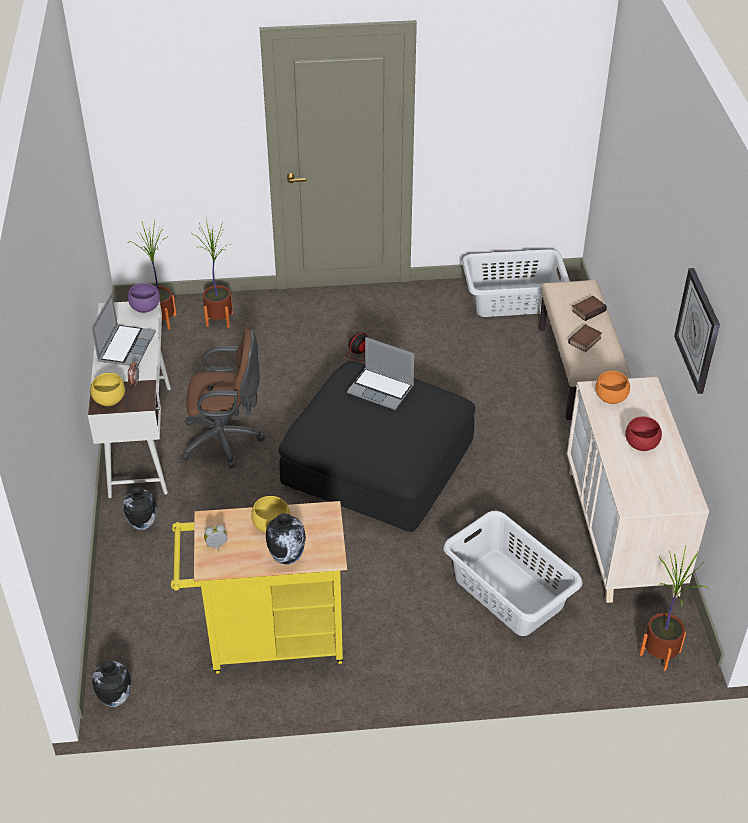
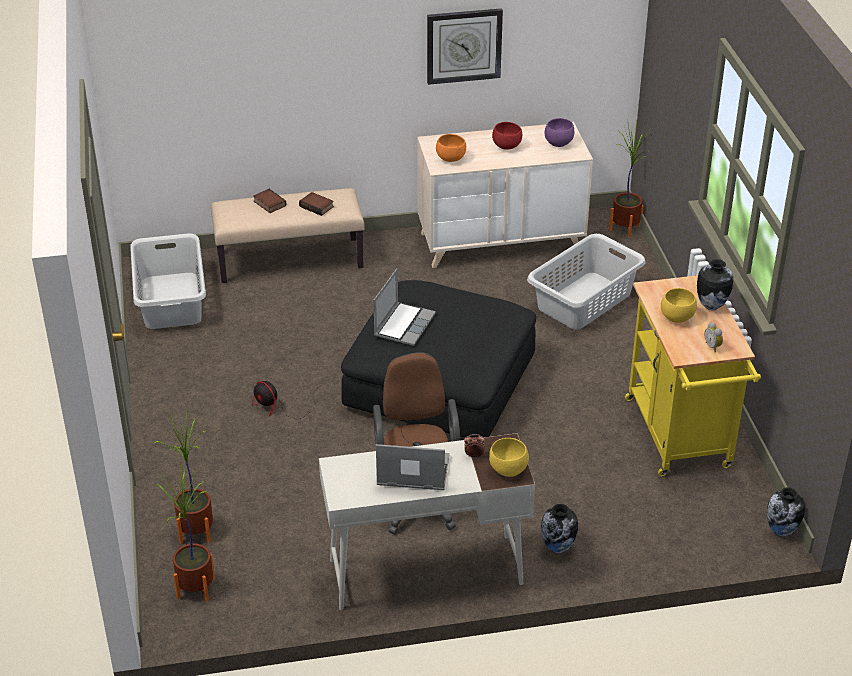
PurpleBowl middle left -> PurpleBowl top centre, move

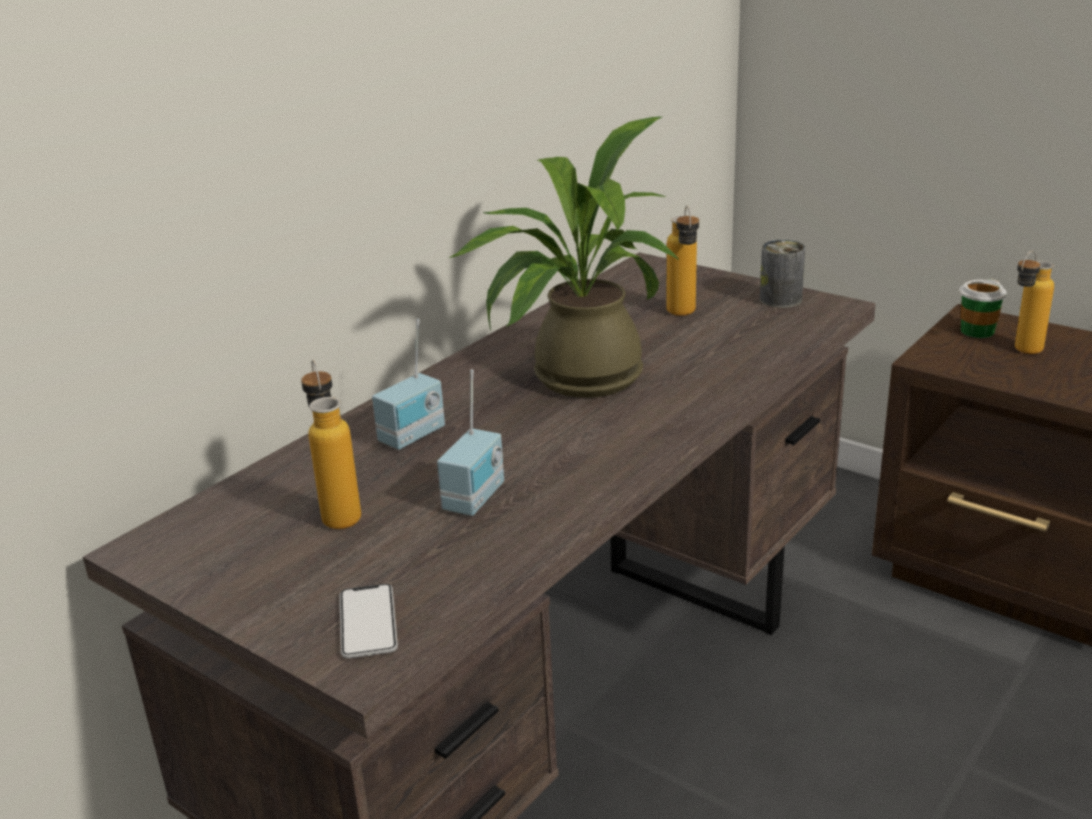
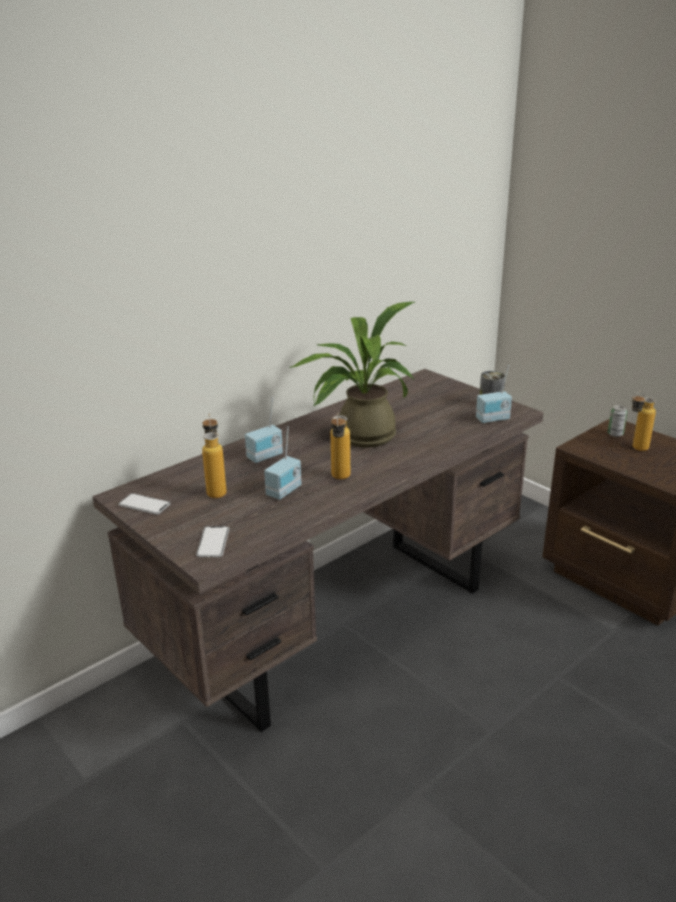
none -> Phone (1st from left) middle left
Bottle (2nd from left) top centre -> Bottle (2nd from left) centre, move
none -> Radio (3rd from left) middle right
Cup middle right -> Can (2nd from left) middle right

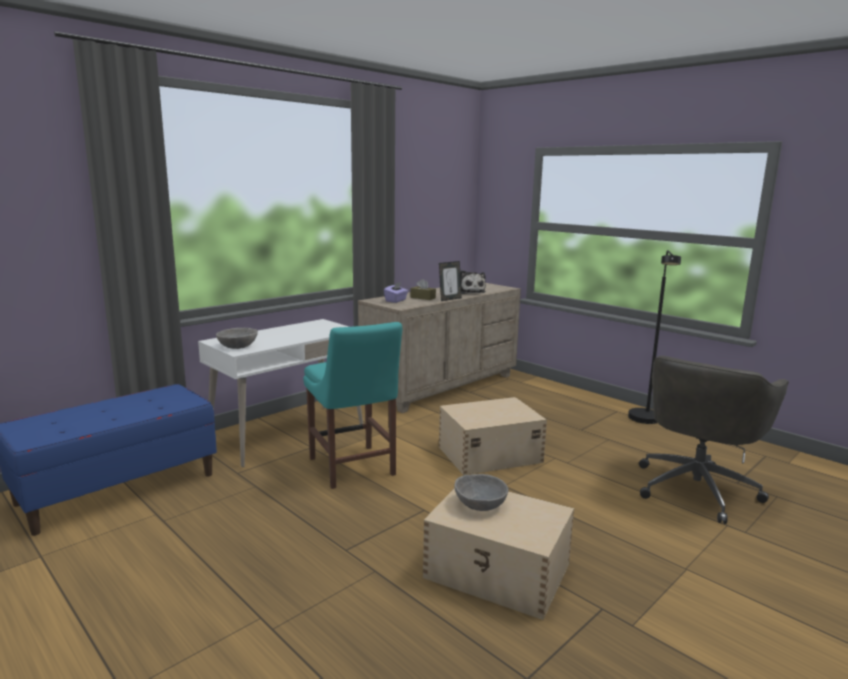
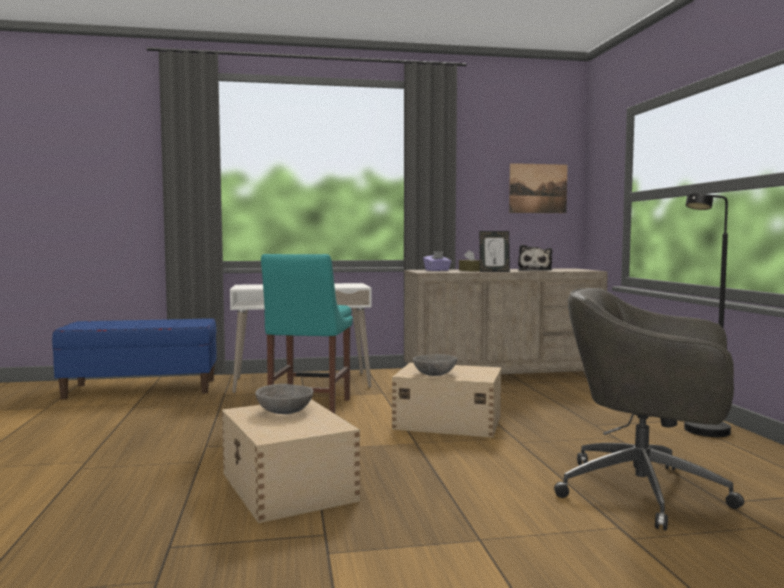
GreyBowl (1st from left in the first image) middle left -> GreyBowl (2nd from left) centre, move
none -> Picture top right
GreyOfficeChair middle right -> GreyOfficeChair bottom right, 45 degrees clockwise

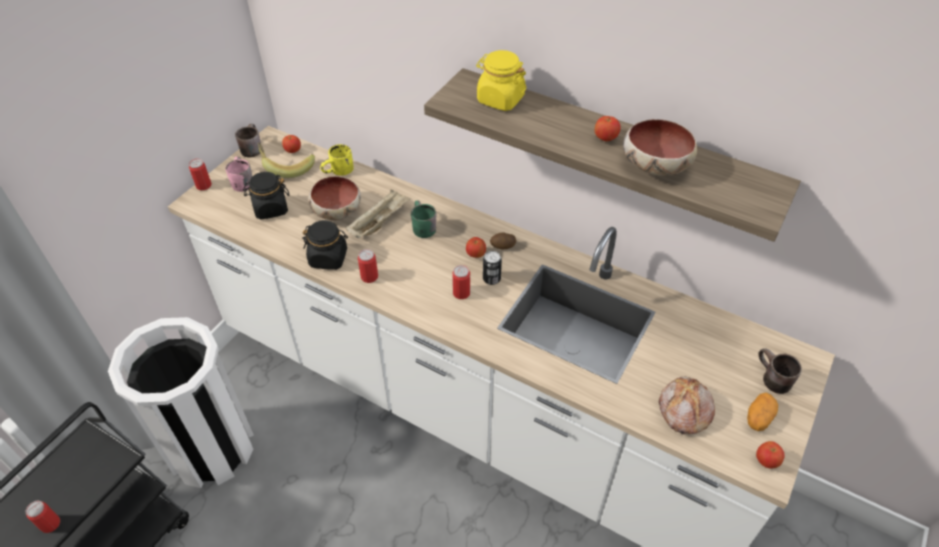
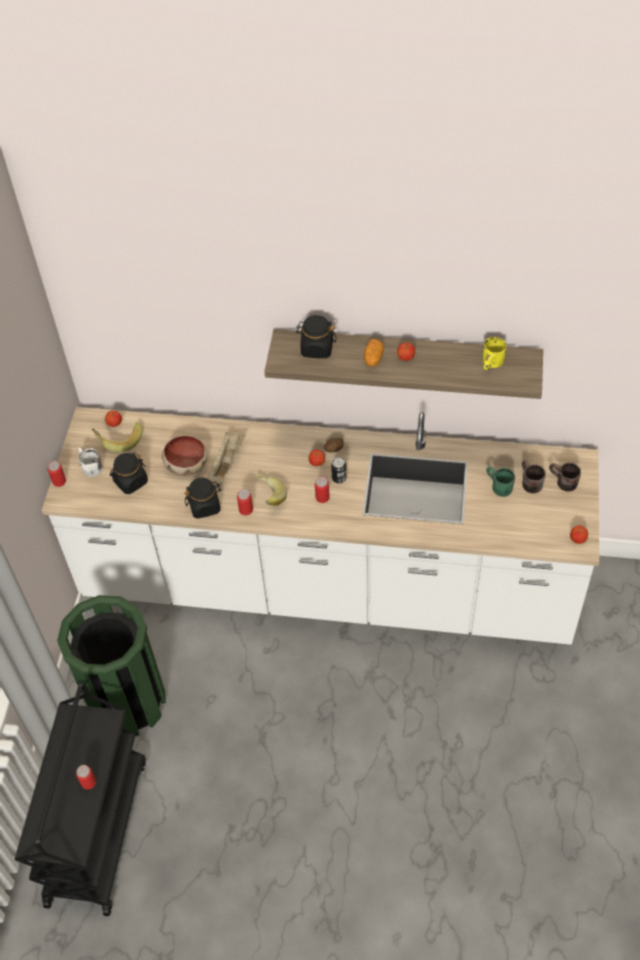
WhiteTrashCan bottom left -> GreenTrashCan bottom left
PinkMug top left -> WhiteMug middle left
none -> Banana (2nd from left) centre
YellowJar top centre -> BlackJar (3rd from left) centre
Potato (2nd from left) bottom right -> Potato (2nd from left) centre, move
YellowMug top centre -> YellowMug middle right, move
GreenMug centre -> GreenMug middle right, move
BrownMug (1st from left) top left -> BrownMug (1st from left) middle right, move
Bowl (2nd from left) top right -> none
Bread bottom right -> none

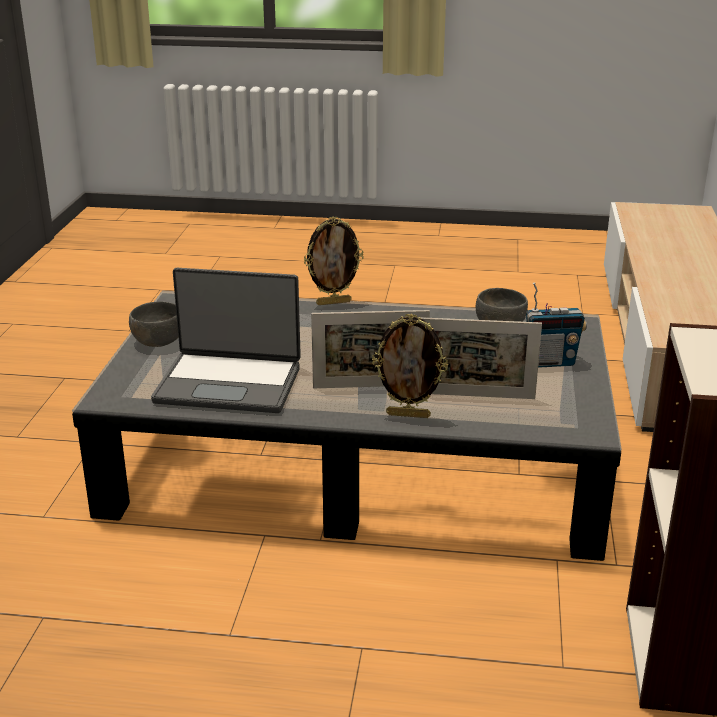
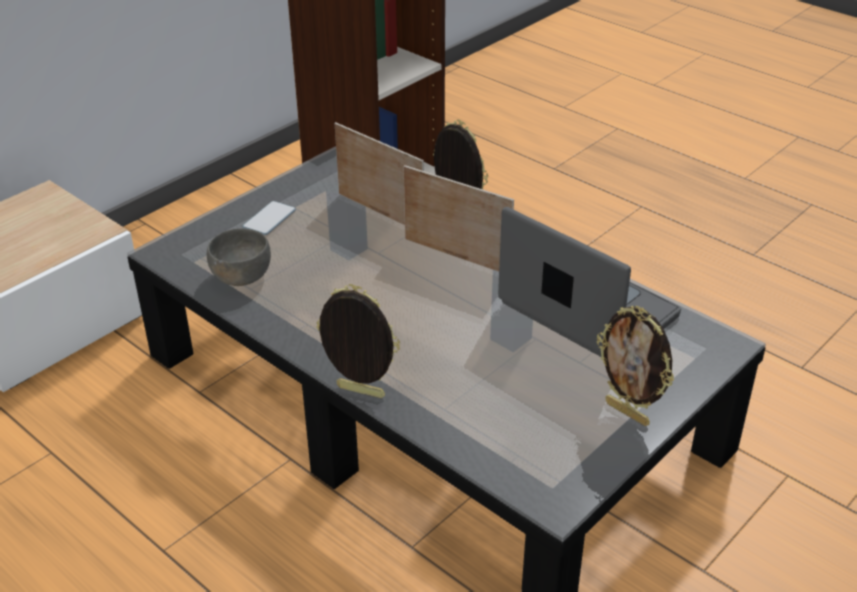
Radio middle right -> Phone middle left
GreyBowl (1st from left) middle left -> PictureFrame (5th from left) middle right

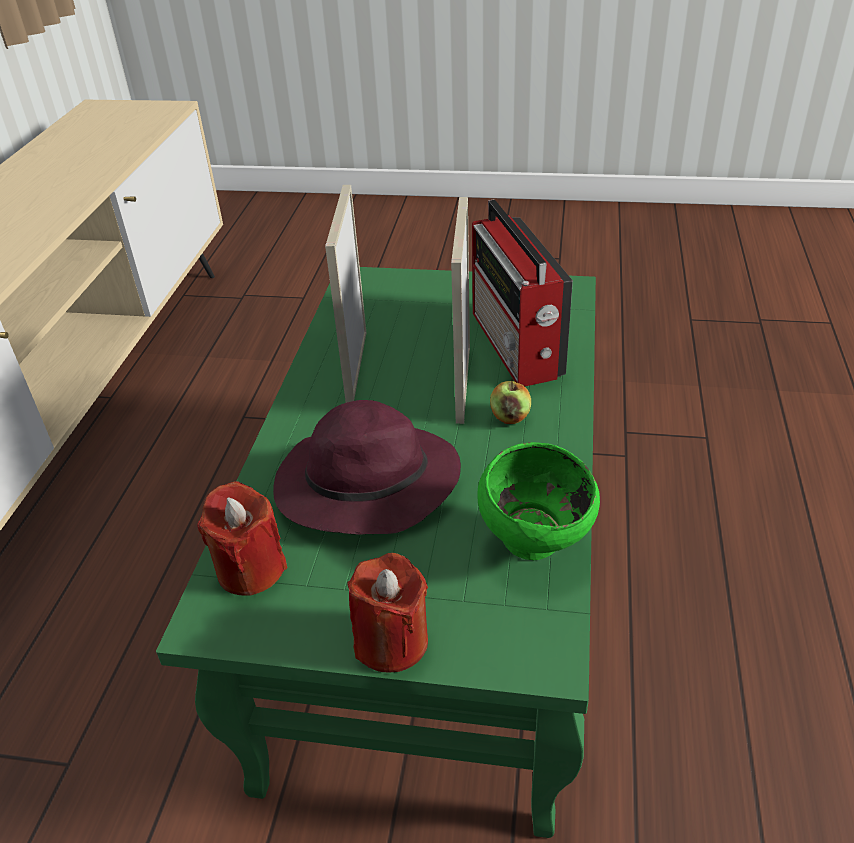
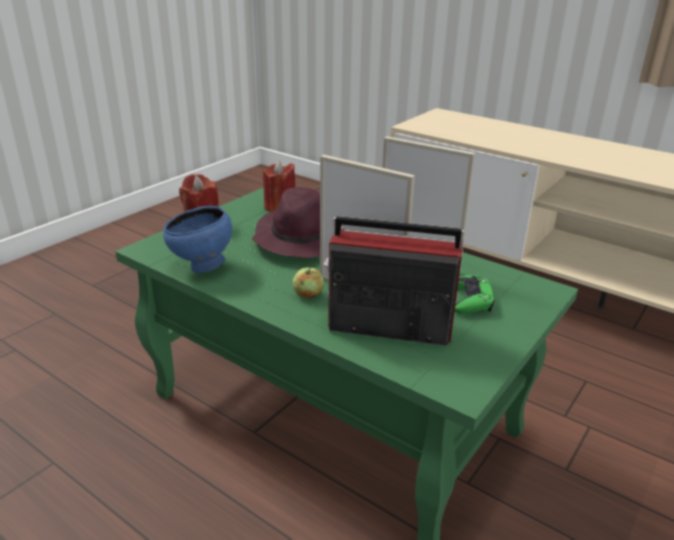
GreenBowl centre -> BlueBowl middle left
none -> GreenGameController middle right

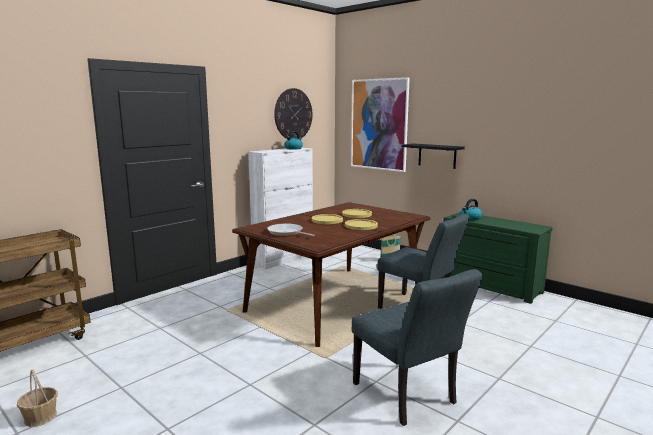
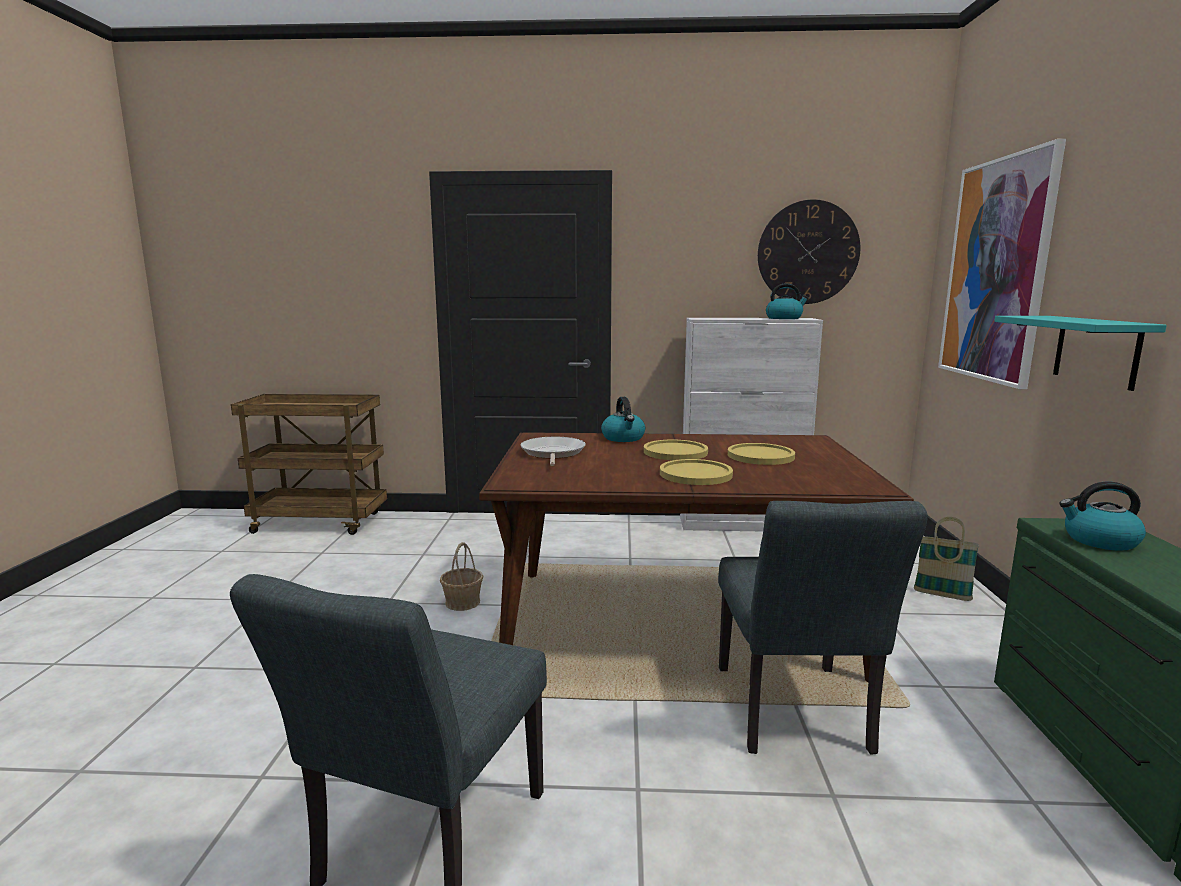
Basket (1st from left) bottom left -> Basket (1st from left) centre, move
none -> Kettle (1st from left) centre
BlackShelf centre -> TurquoiseShelf middle right

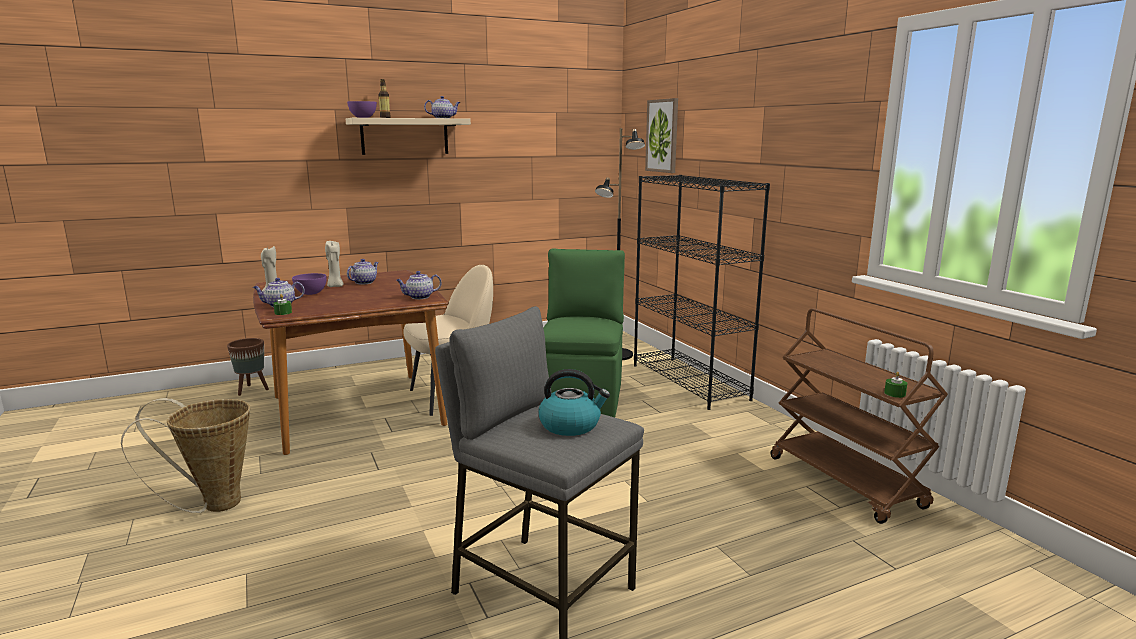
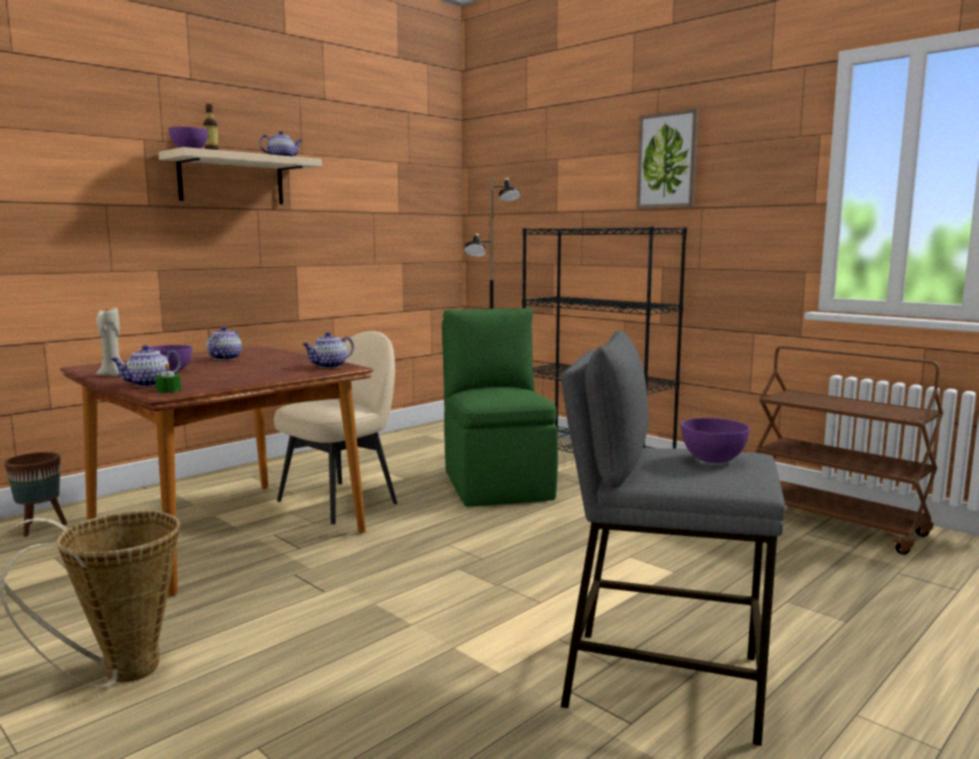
Picture top centre -> Picture top right, move
Kettle centre -> PurpleBowl (3rd from left) middle right
BeigeCandle (2nd from left) middle left -> none
GreenCandle (2nd from left) middle right -> none

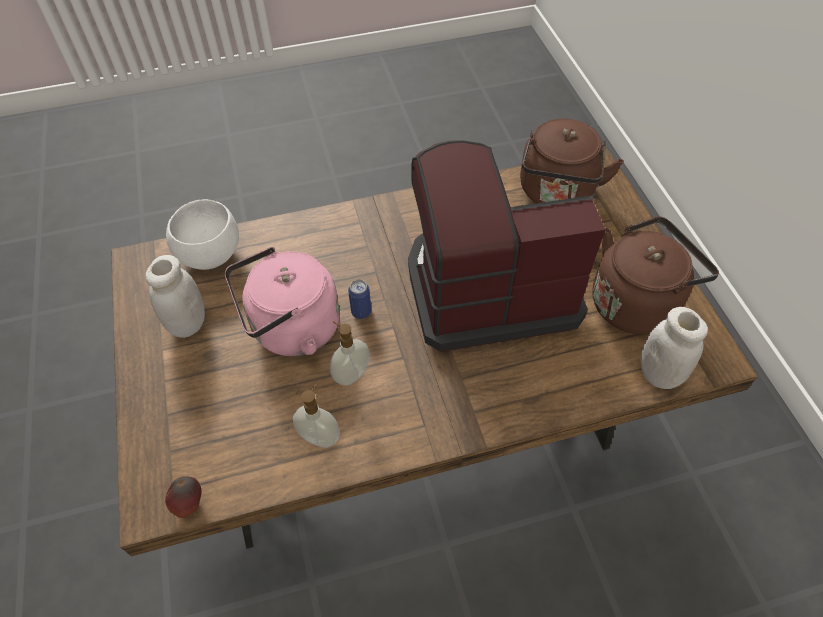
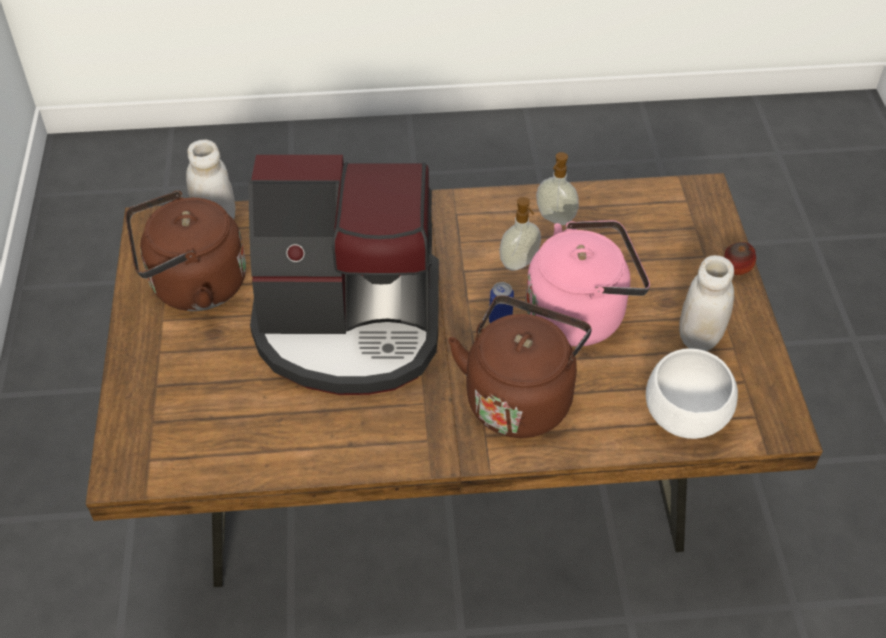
BrownKettle (1st from left in the first image) top right -> BrownKettle (2nd from left) centre, move
Apple bottom left -> Apple middle right, move

